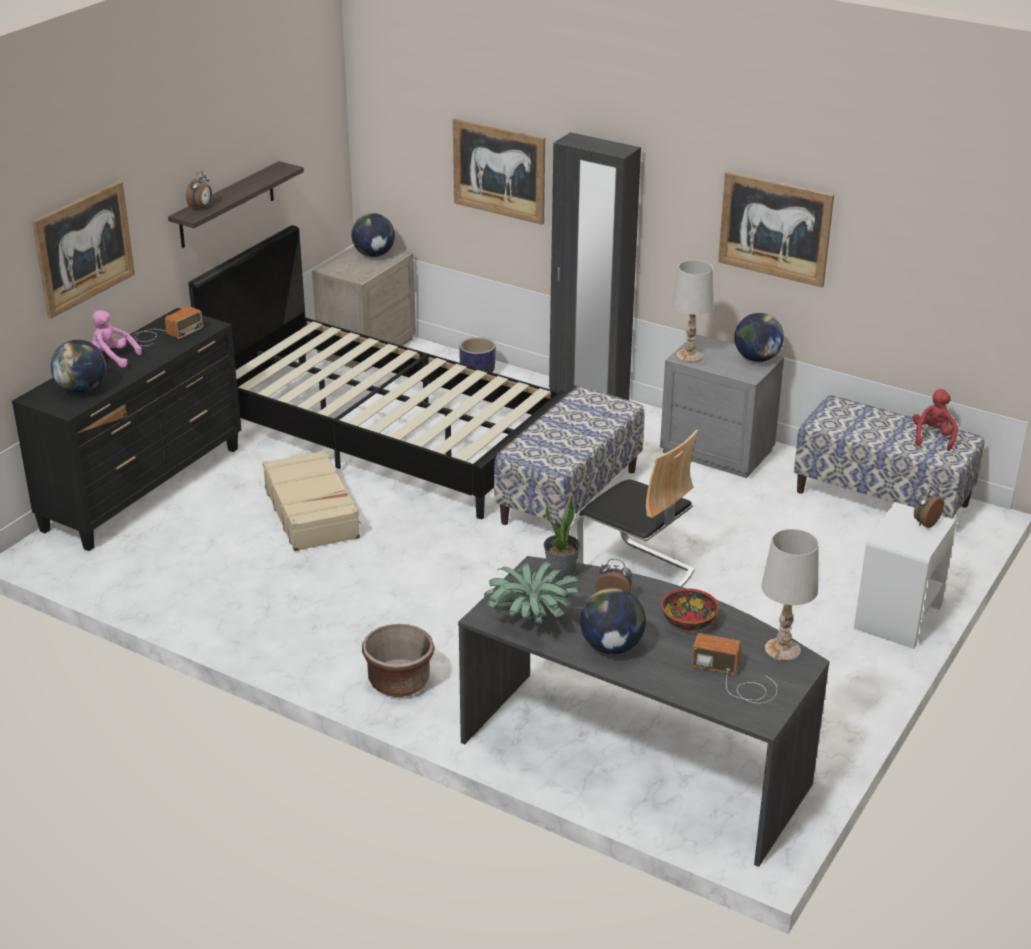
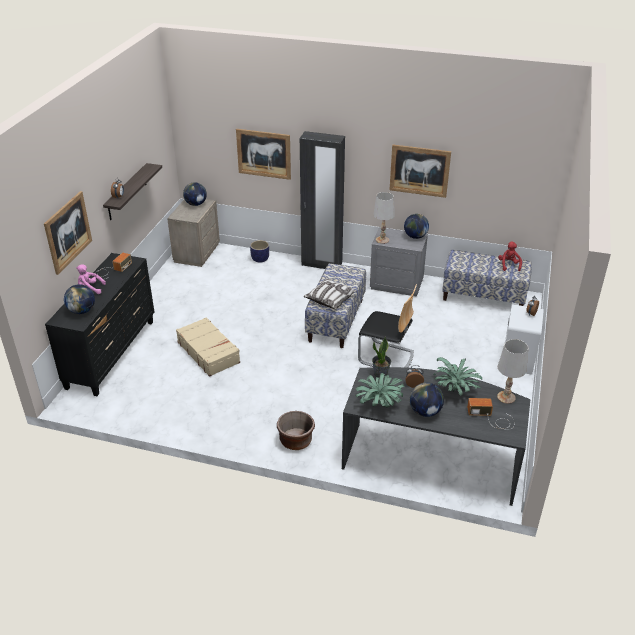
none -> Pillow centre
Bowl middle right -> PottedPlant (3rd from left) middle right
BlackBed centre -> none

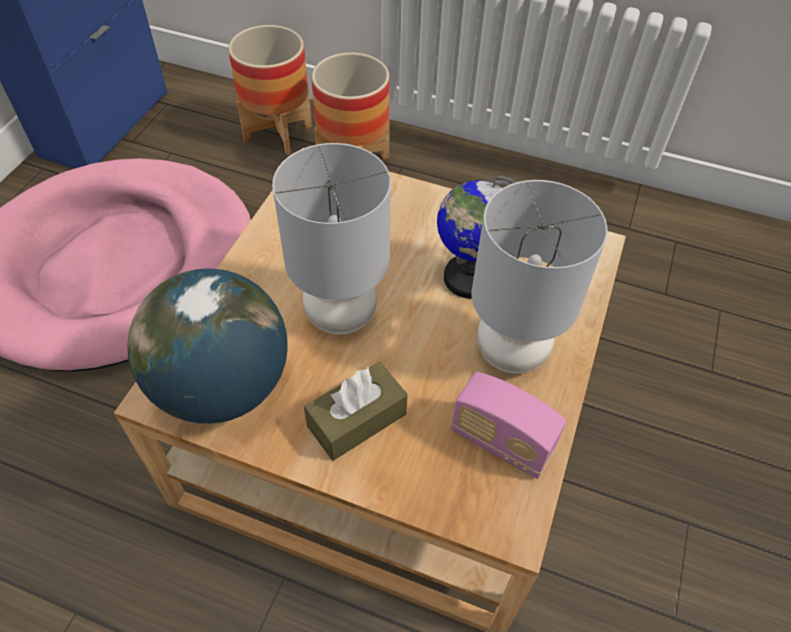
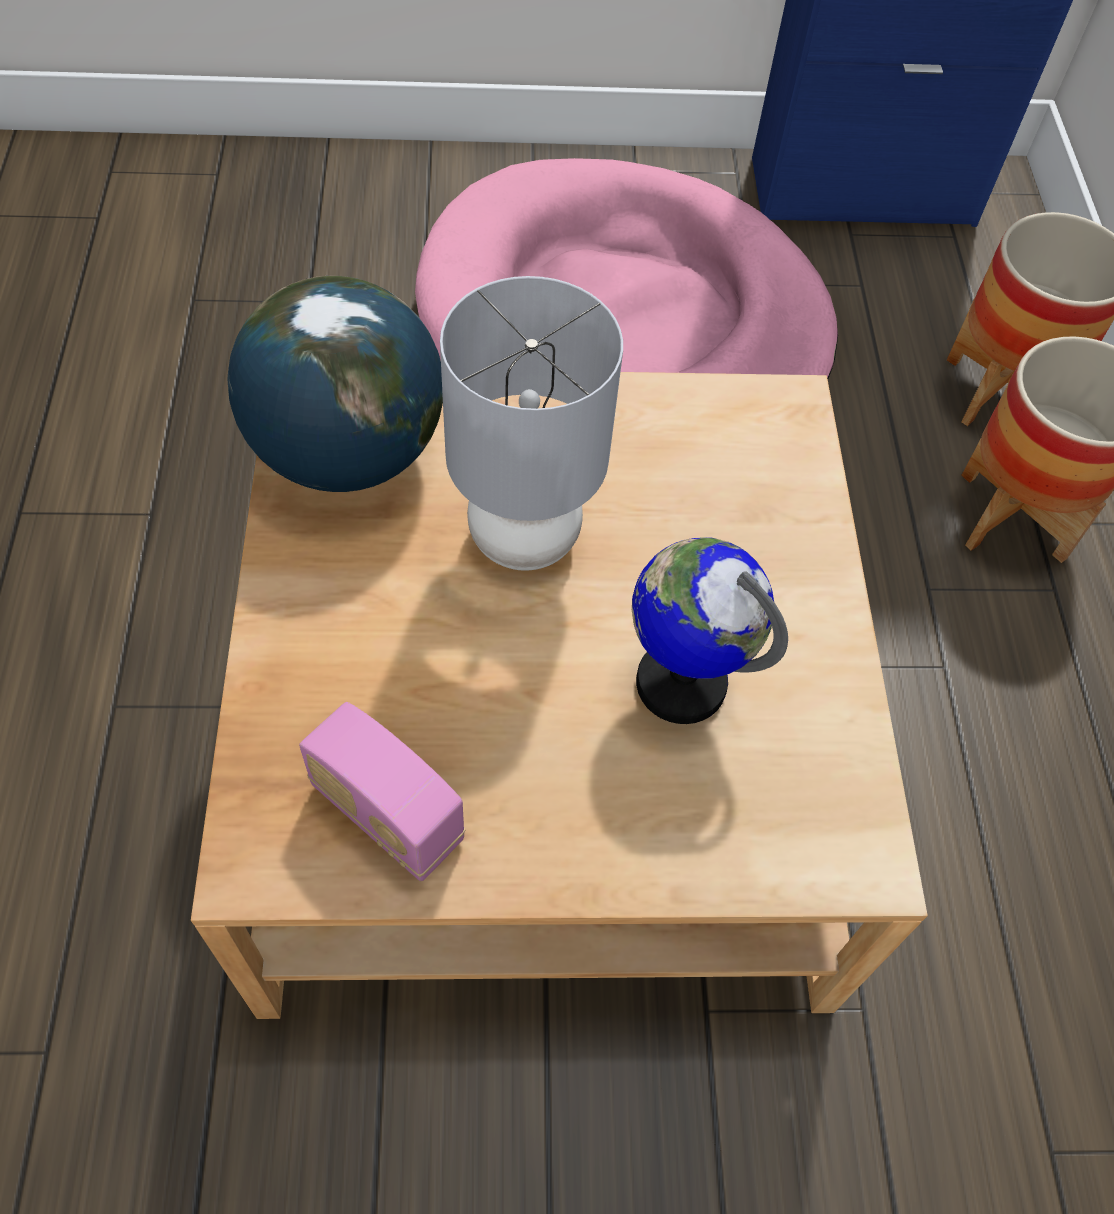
Radio bottom centre -> Radio centre, 60 degrees counterclockwise
BrownTissueBox centre -> none
GreyTableLamp (2nd from left) middle right -> none

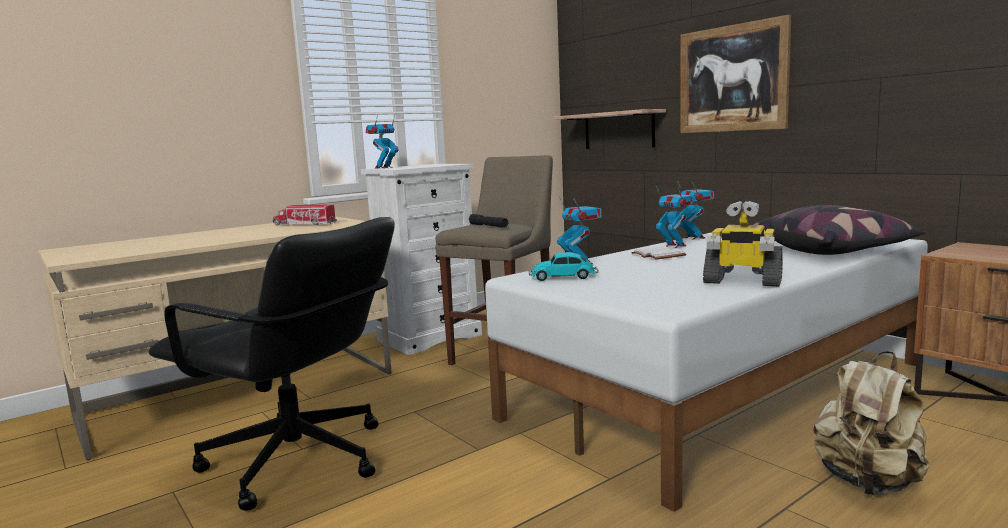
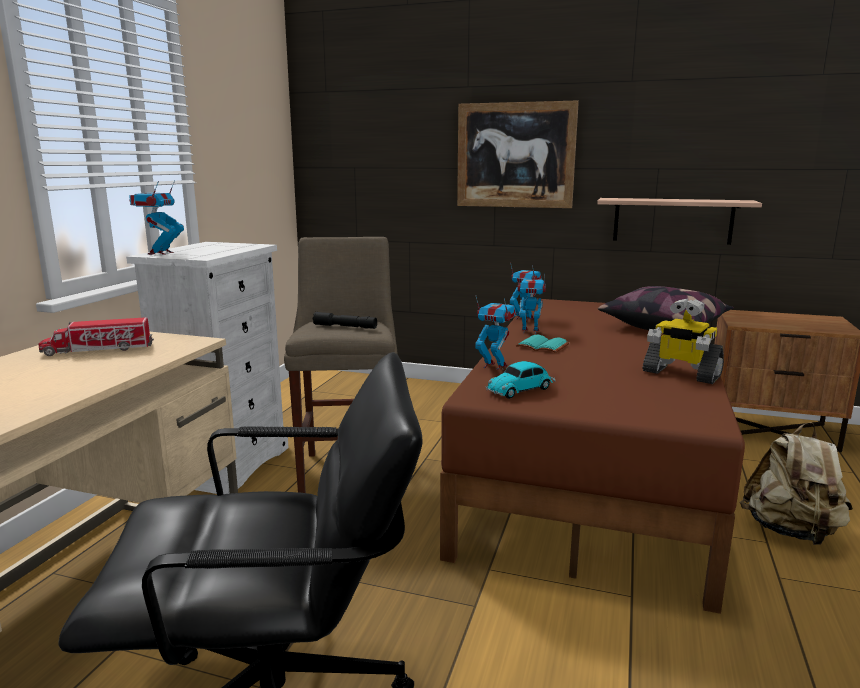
WhiteBed bottom right -> BrownBed middle right
WhiteBook centre -> TurquoiseBook centre
Shelf top centre -> Shelf top right, move
ToyRobot (5th from left) middle right, 45 degrees clockwise

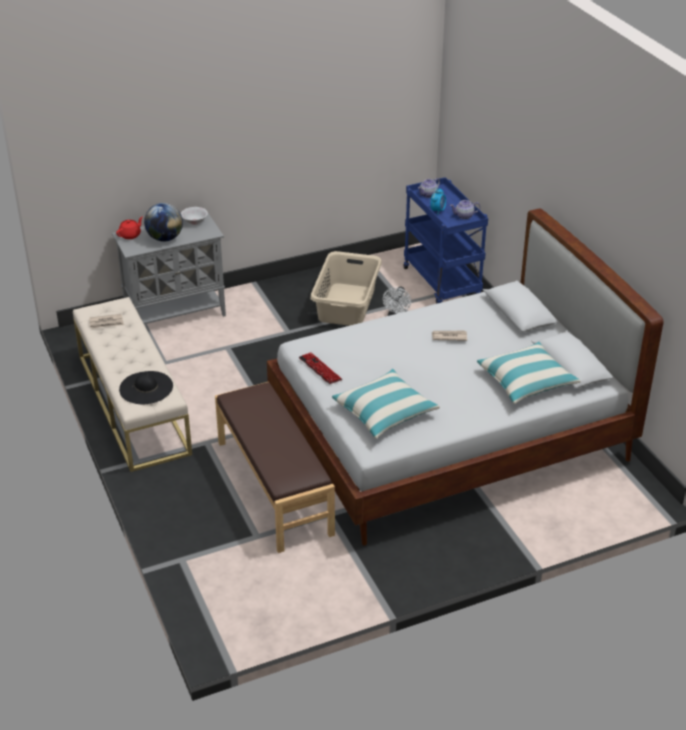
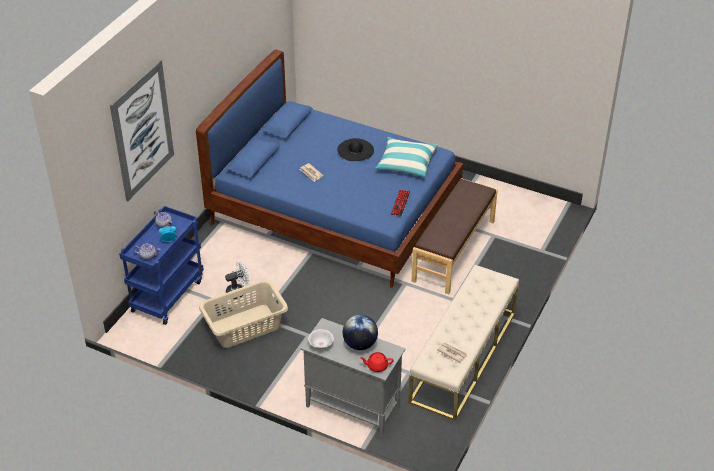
none -> Picture top left
WhiteBed middle right -> BlueBed centre
BlackHat middle left -> BlackHat top centre, move
Pillow (2nd from left) middle right -> none

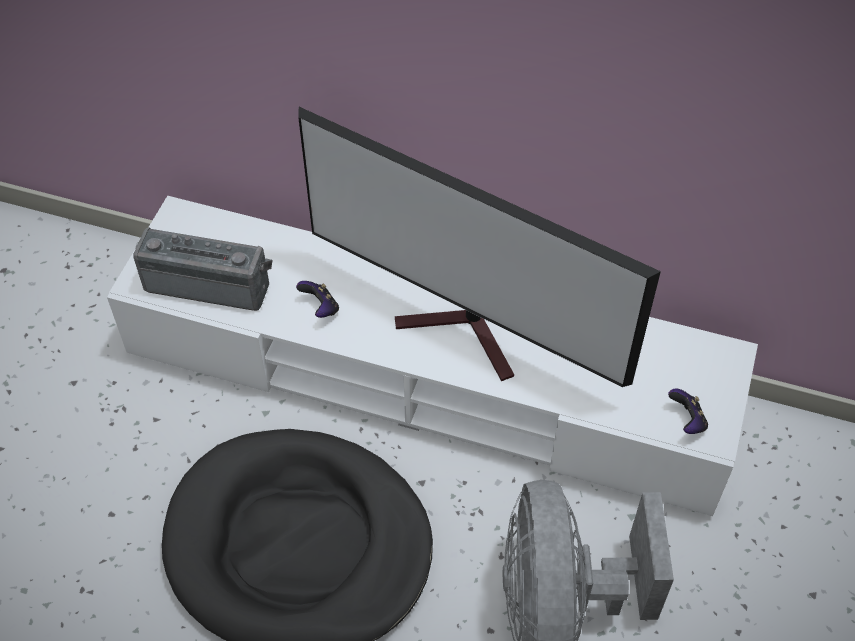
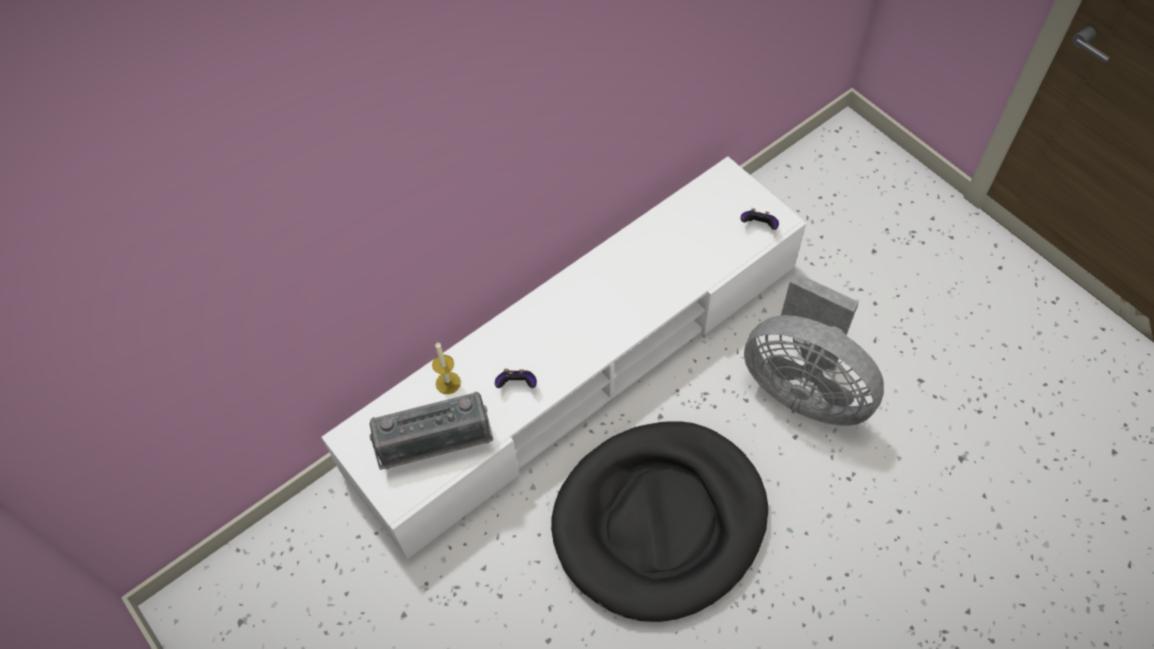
Radio middle left -> Radio centre, 150 degrees counterclockwise
none -> Candle centre
Television centre -> none

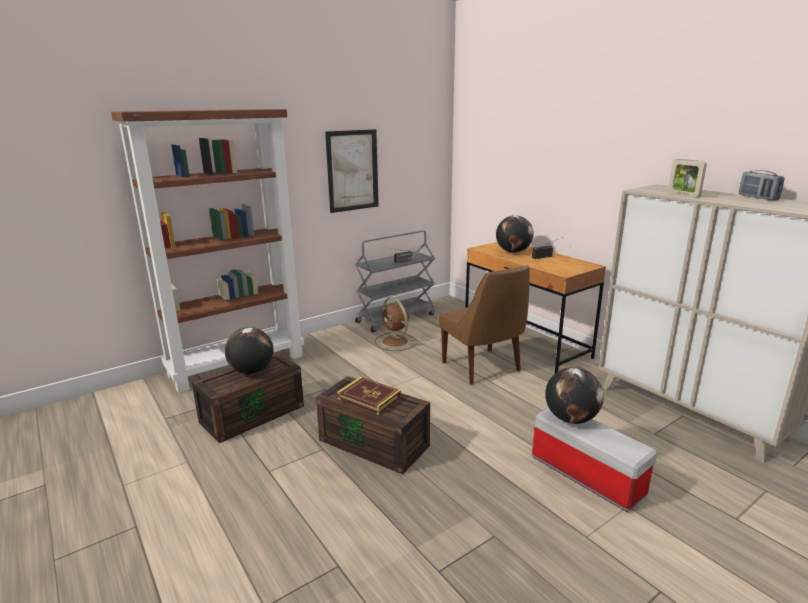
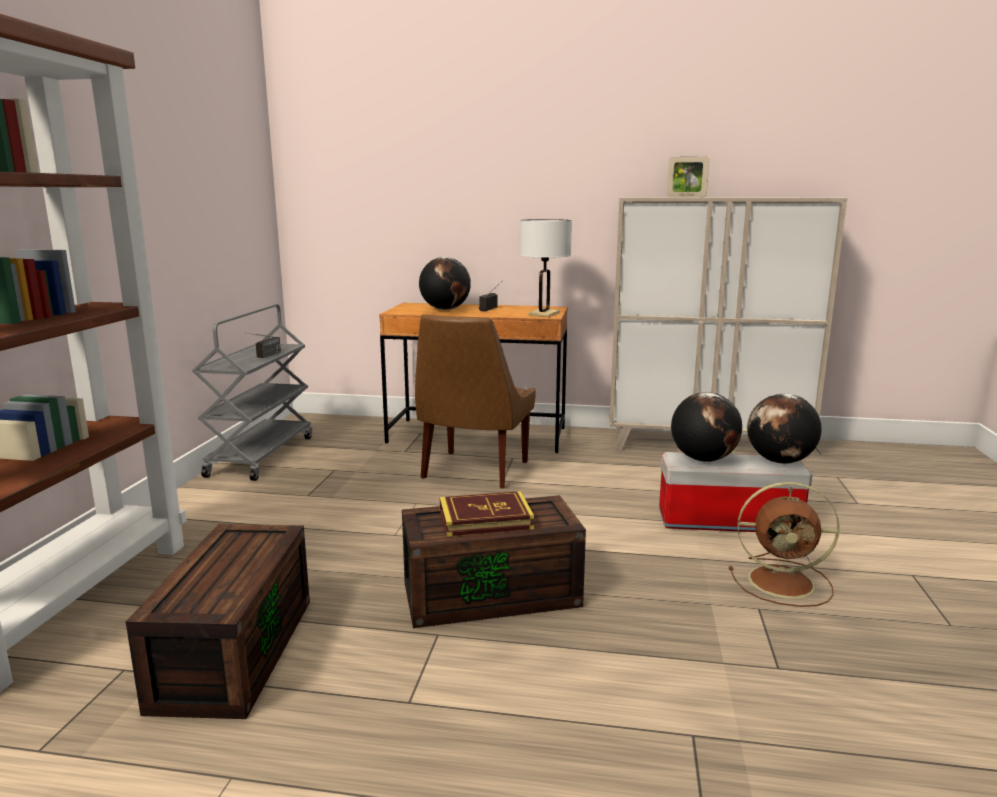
BrownChair centre, 90 degrees clockwise
none -> WhiteTableLamp centre
BrownFan centre -> BrownFan bottom right, move
Globe (1st from left in the first image) middle left -> Globe (3rd from left) middle right, move
Picture top centre -> none
Radio (3rd from left) top right -> none

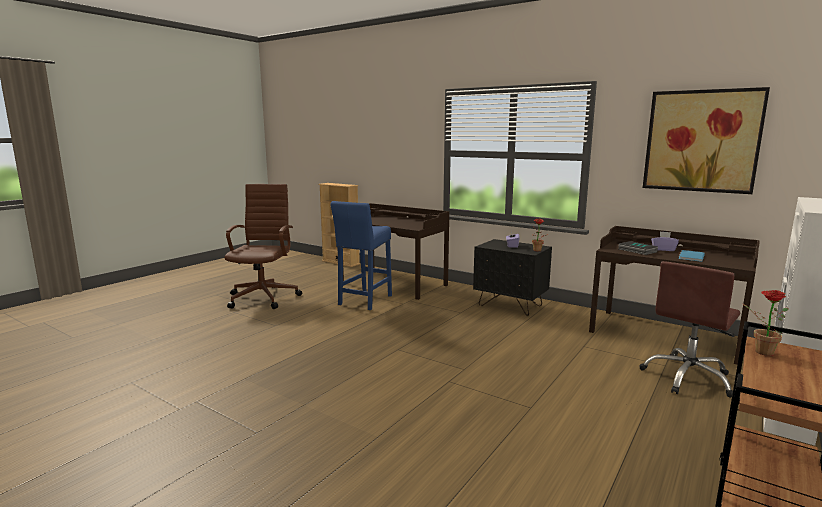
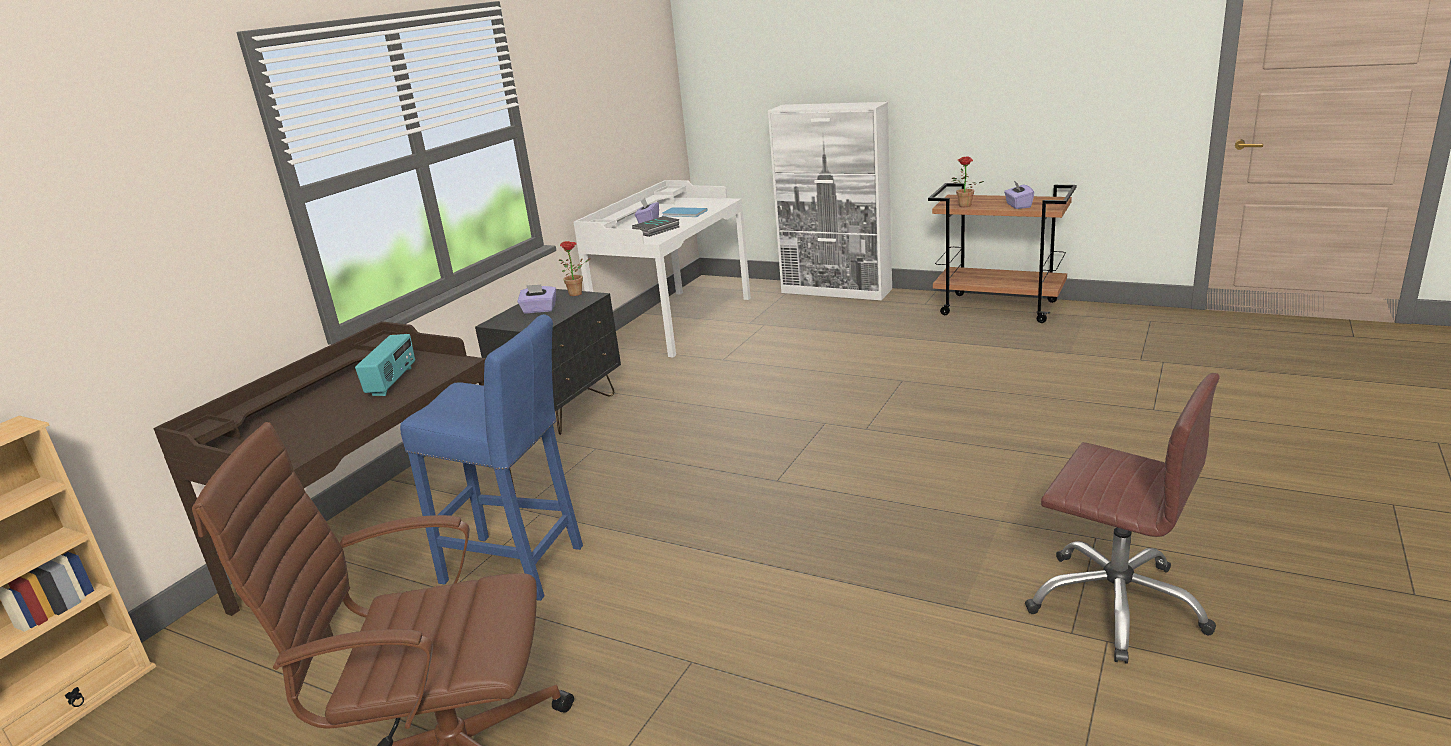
none -> Radio middle left
BrownDesk (2nd from left) middle right -> WhiteDesk centre
none -> PurpleTissueBox (3rd from left) top right
BrownOfficeChair (2nd from left) middle right -> BrownOfficeChair (2nd from left) bottom right, move
Picture top right -> none

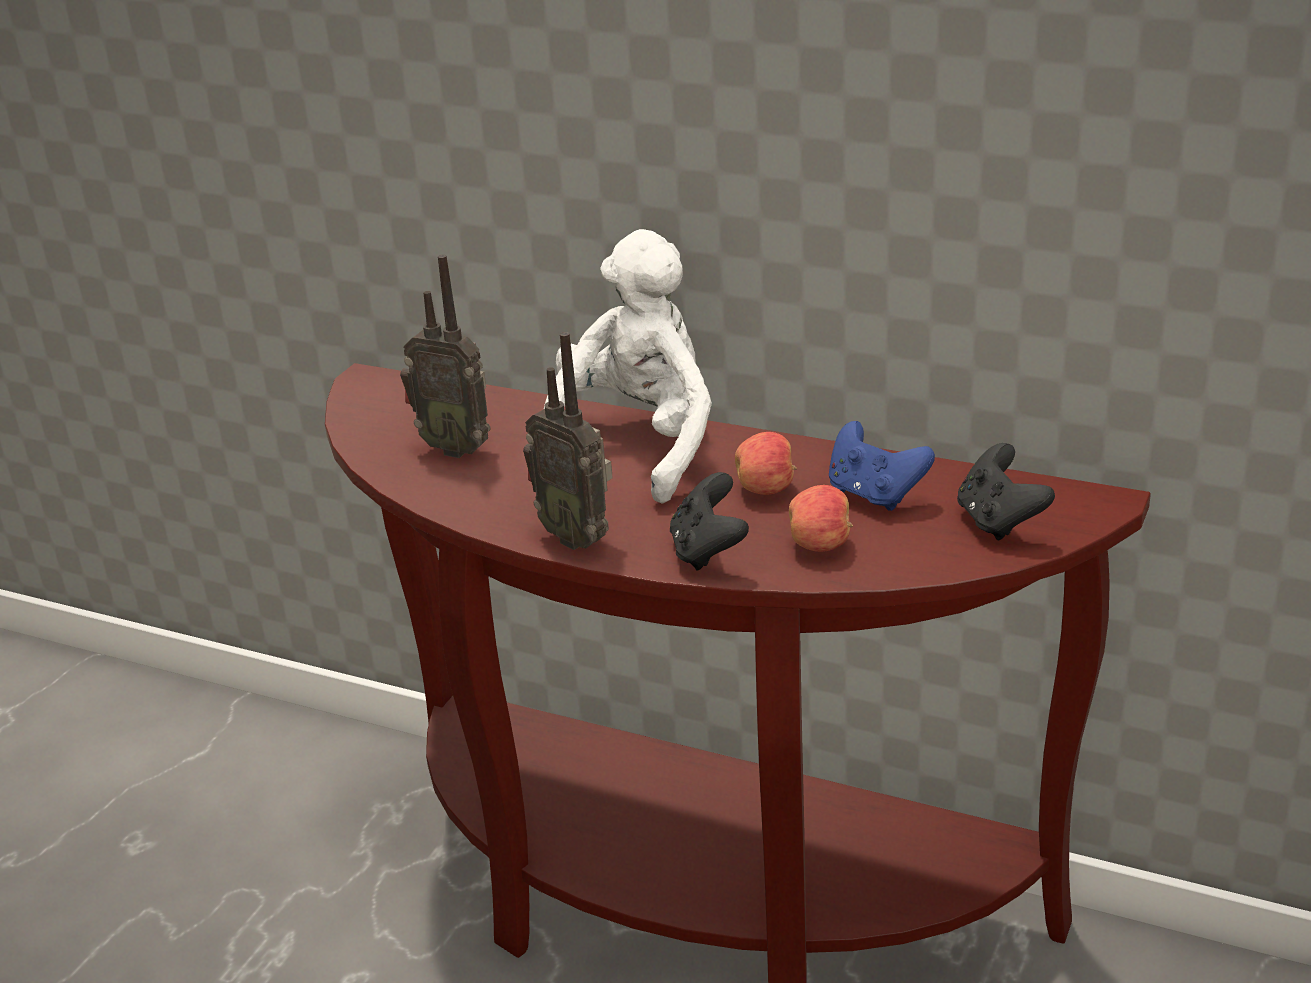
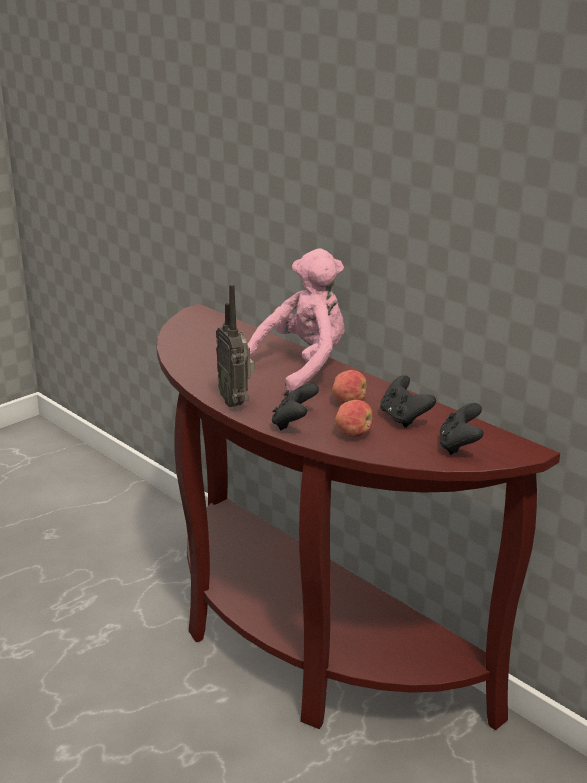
WhitePlushToy centre -> PinkPlushToy centre
BlueGameController middle right -> BlackGameController (2nd from left) middle right
Radio (1st from left) centre -> none

